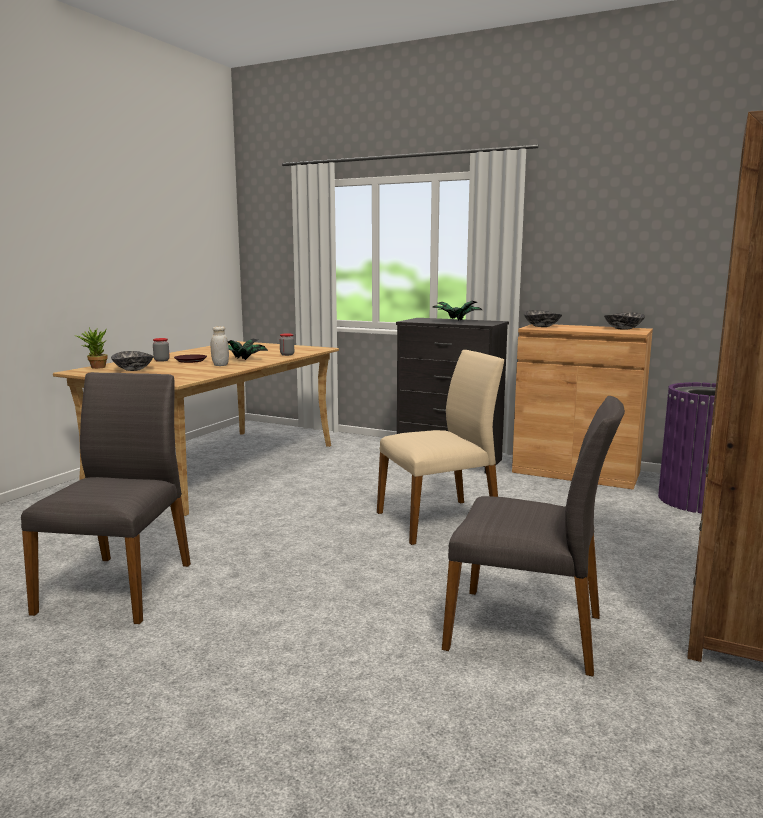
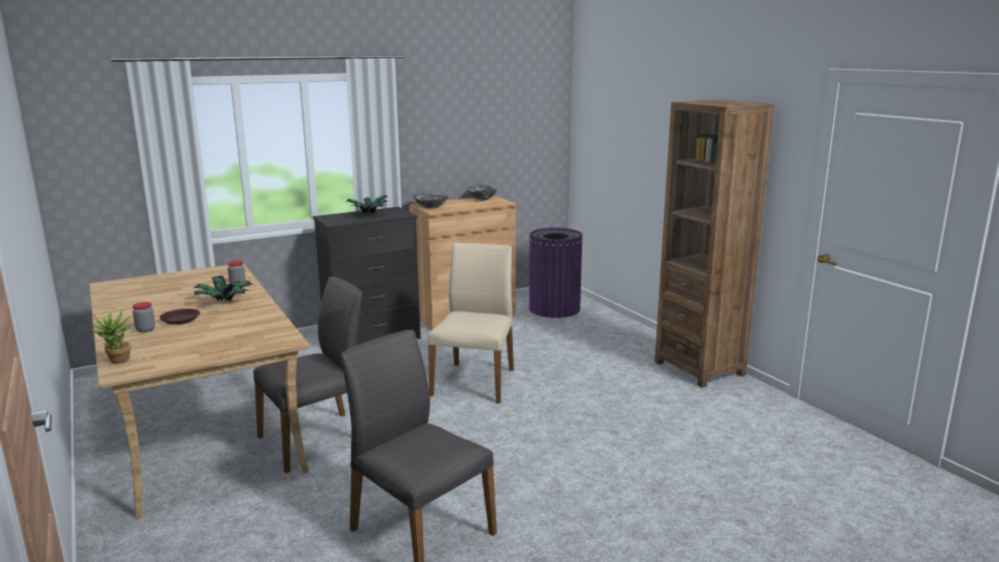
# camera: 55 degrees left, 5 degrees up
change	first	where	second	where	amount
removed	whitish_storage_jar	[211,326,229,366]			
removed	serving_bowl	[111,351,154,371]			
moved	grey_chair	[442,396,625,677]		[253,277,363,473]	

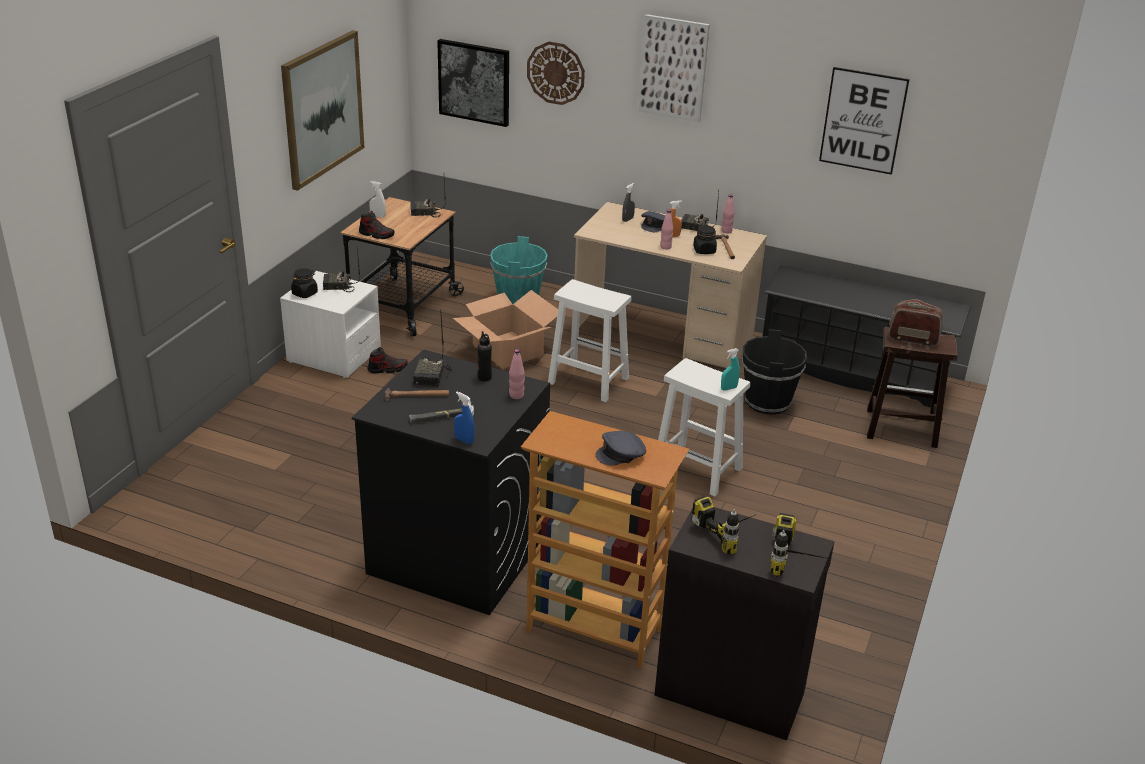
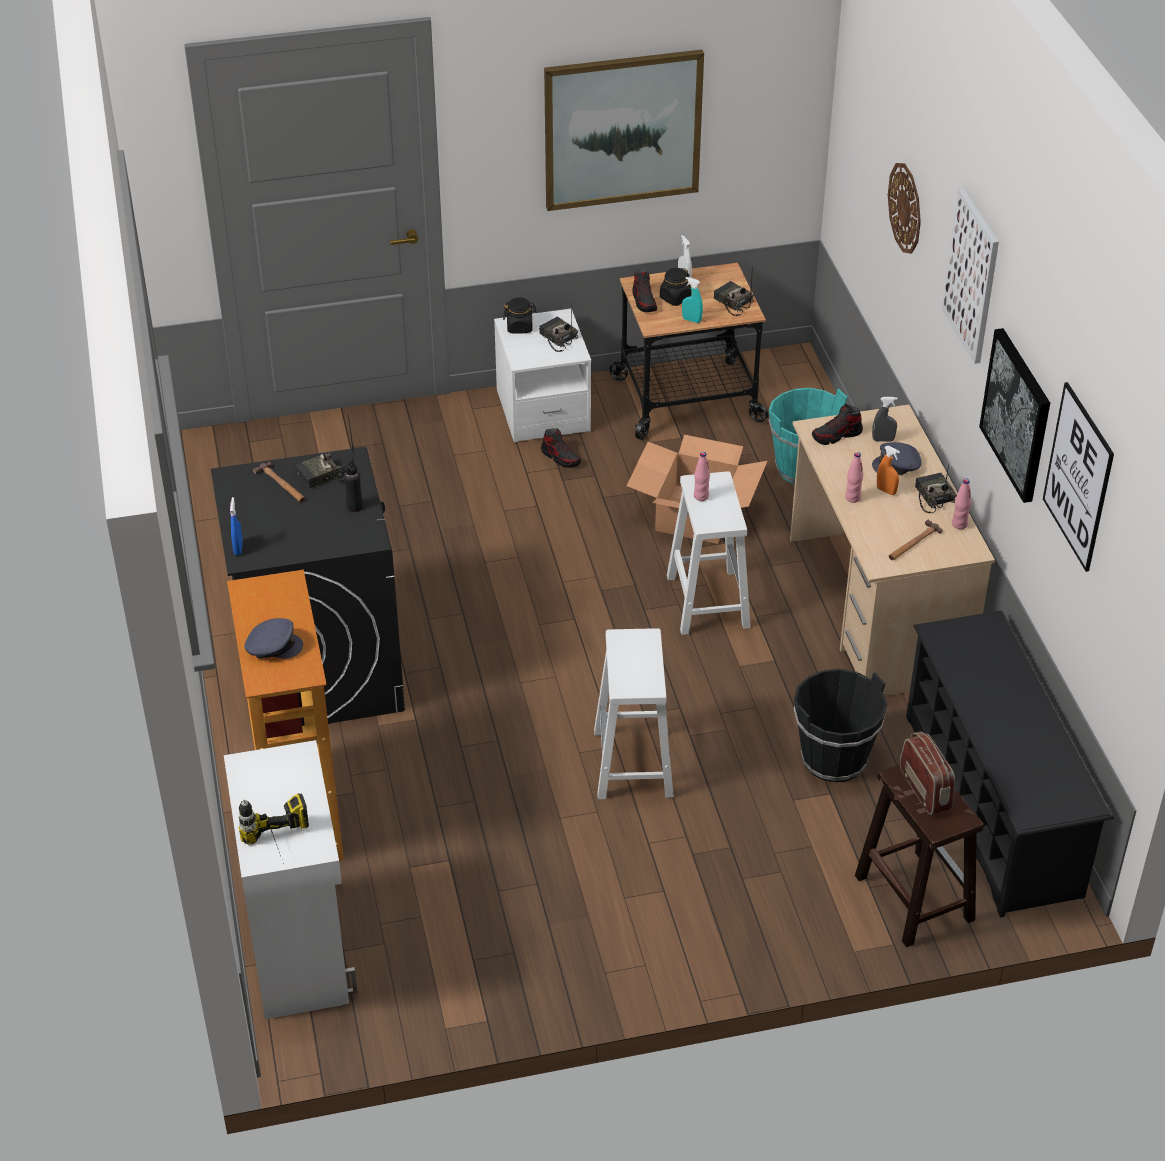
# camera: 55 degrees right, 10 degrees up
change	first	where	second	where	amount
moved	wall_art	[437,39,509,127]		[979,328,1050,503]	
moved	black-coloured_storage_jar	[693,225,717,254]		[660,268,691,306]	
moved	blue-green_spray_bottle	[721,348,740,391]		[682,277,703,323]	
moved	pink-coloured_bottle	[509,349,525,399]		[694,452,710,501]	
removed	tool_hammer	[409,400,474,423]			
turned	grey_peaked_cap	[595,431,646,465]		[244,618,303,659]	150 degrees clockwise
removed	drill	[691,495,755,555]			
recoloured	black-coloured_cupboard	[654,507,835,741]	whitish_cupboard	[224,740,358,1019]	
added			shoe	[812,404,863,445]	

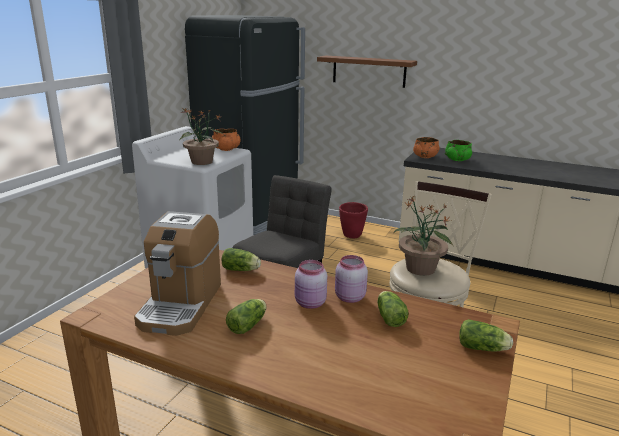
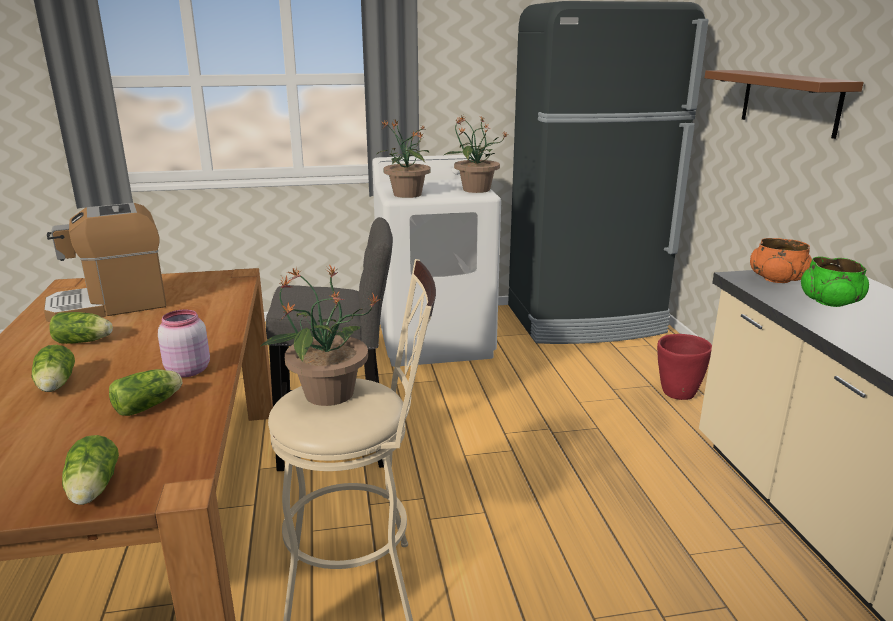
# camera: 55 degrees right, 0 degrees up
change	first	where	second	where	amount
replaced	orange_serving_bowl	[212,129,241,151]	plant_in_a_pot	[443,116,508,193]	
moved	lettuce	[222,248,261,271]		[32,345,75,392]	
removed	pink-coloured_storage_jar	[295,260,327,309]			

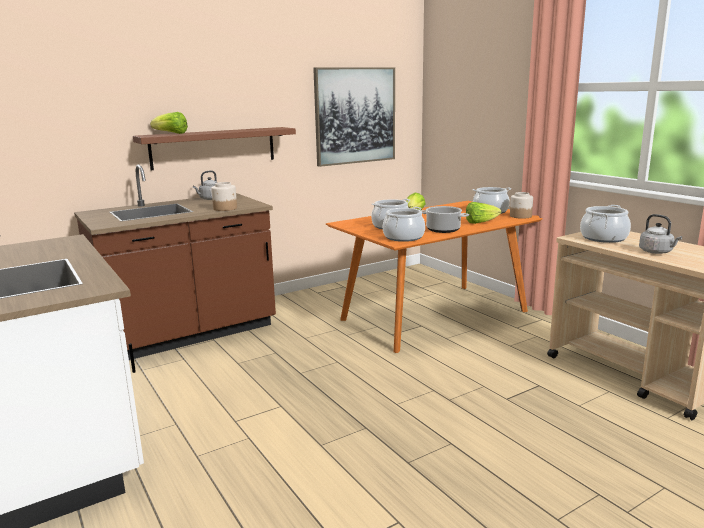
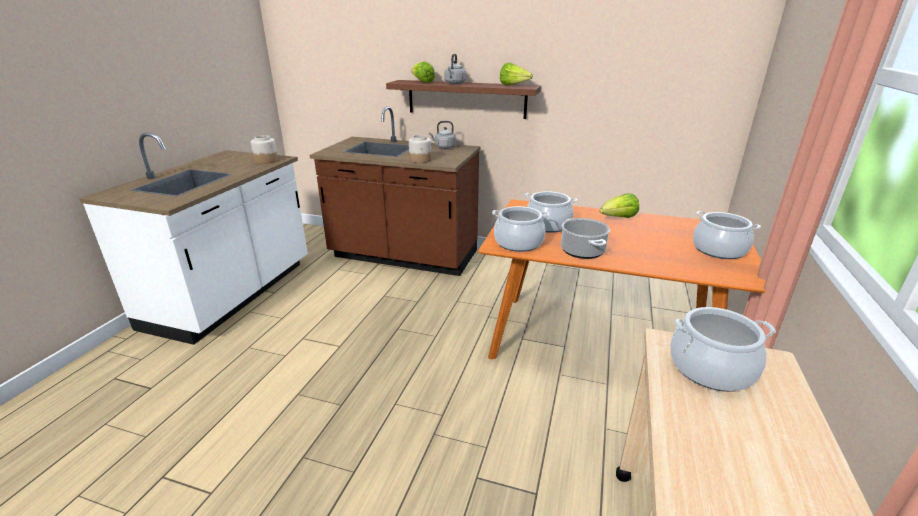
# camera: 50 degrees right, 10 degrees up
change	first	where	second	where	amount
removed	wall_art	[313,67,395,167]			
moved	storage_jar	[510,192,533,219]		[251,135,278,164]	
moved	lettuce	[466,202,501,224]		[500,63,533,85]	
moved	grey_water_kettle	[639,214,682,254]		[444,54,466,84]	

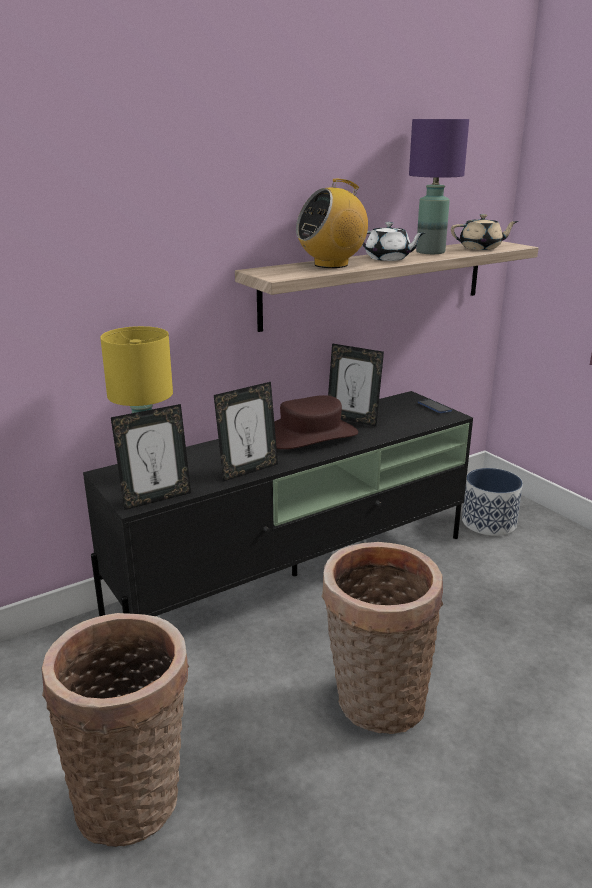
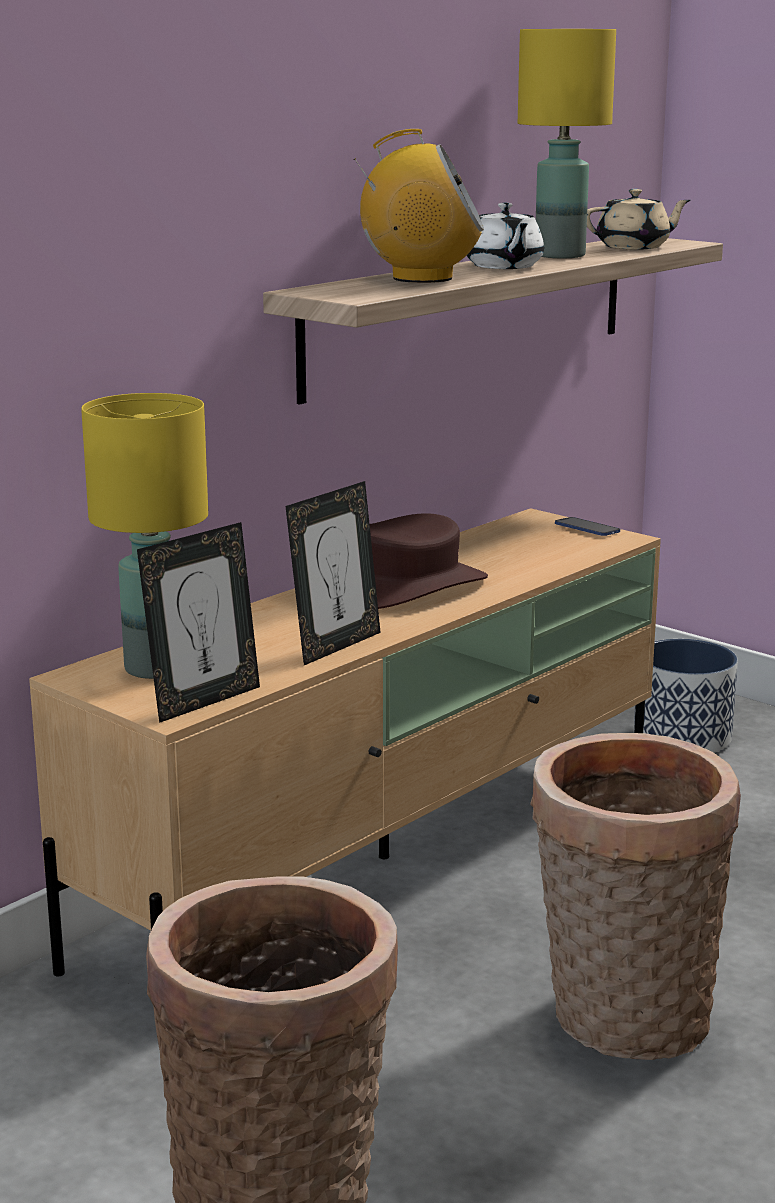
# camera: 15 degrees left, 5 degrees down
change	first	where	second	where	amount
recoloured	purplish_lamp_for_a_table	[409,119,469,254]	yellow-coloured_lamp_for_a_table	[518,29,616,258]	
turned	radio_receiver	[296,179,368,268]		[354,129,484,283]	135 degrees counterclockwise
turned	whitish_tea_pot	[362,222,425,261]		[466,203,544,269]	60 degrees clockwise
removed	photo_frame	[328,343,384,427]			
recoloured	black-coloured_media_console	[83,391,473,616]	beige-coloured_media_console	[29,508,661,977]	

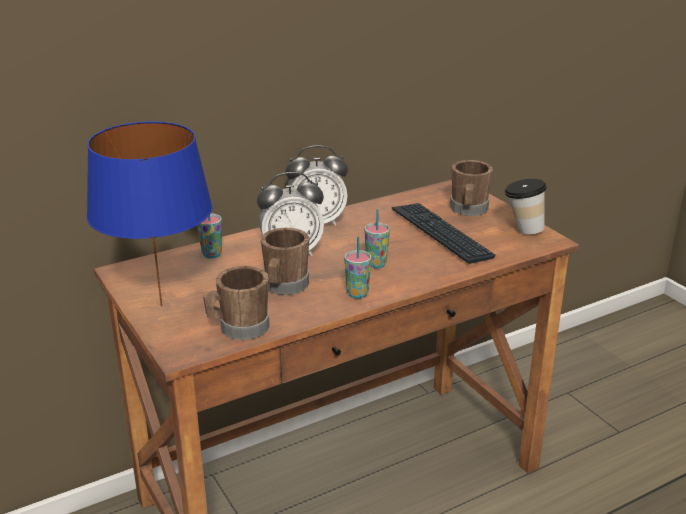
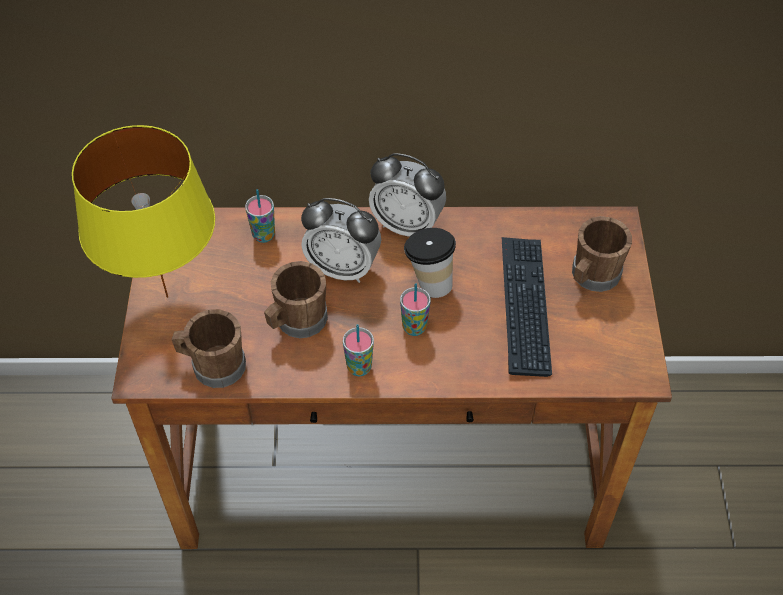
# camera: 30 degrees right, 25 degrees up
change	first	where	second	where	amount
recoloured	bluish_lamp_for_a_table	[86,121,213,306]	yellow-coloured_lamp_for_a_table	[72,125,215,298]	
moved	small_cup	[504,179,547,235]		[404,228,456,298]	

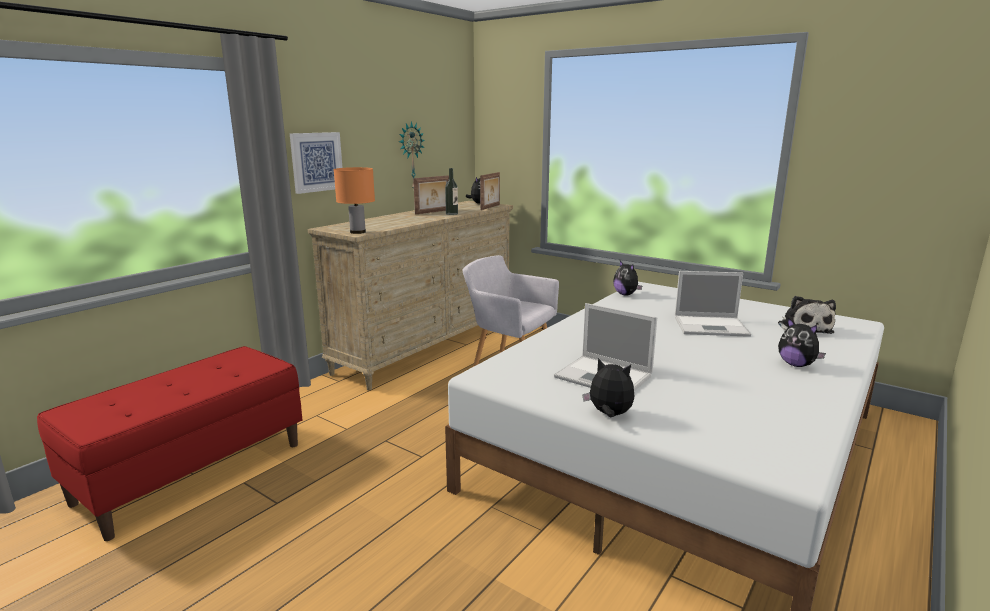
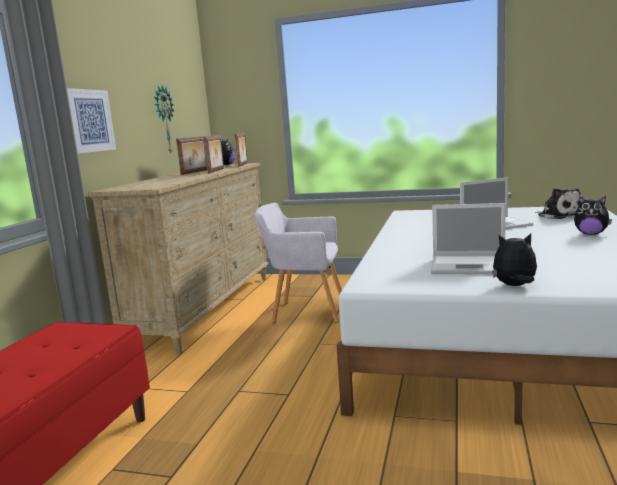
# camera: 20 degrees left, 5 degrees down
change	first	where	second	where	amount
removed	orange_lamp_for_a_table	[334,167,375,234]			
replaced	bottle	[445,168,458,215]	photo_frame	[204,135,224,173]	
removed	soft_toy	[613,261,642,296]			

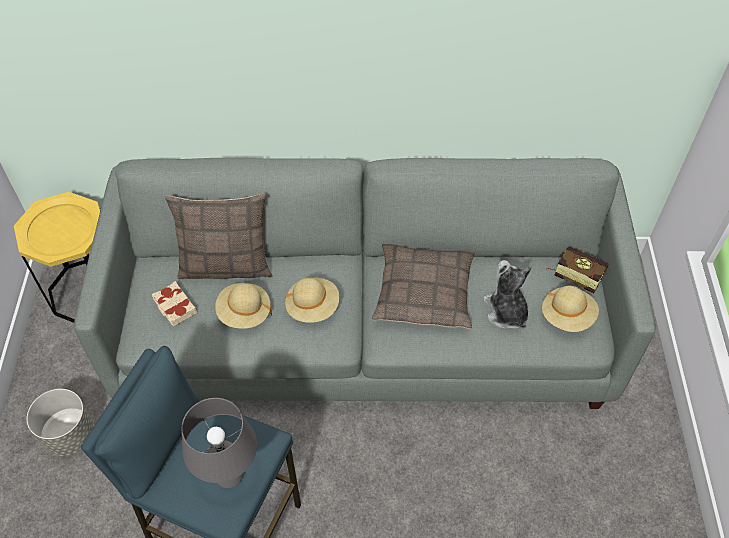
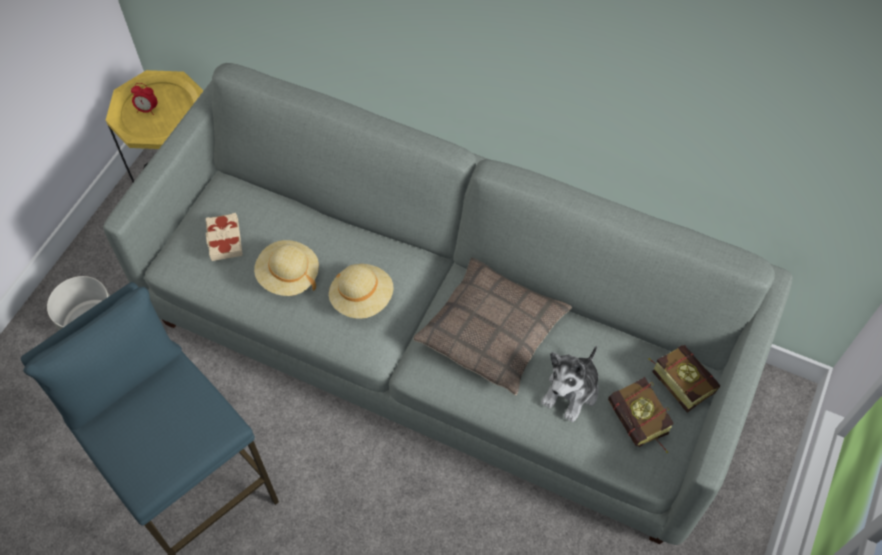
# camera: 25 degrees right, 5 degrees up
change	first	where	second	where	amount
removed	cushion	[165,194,272,279]			
turned	soft_toy	[483,260,532,330]		[541,345,599,422]	150 degrees counterclockwise
replaced	beige-coloured_clothing_hat	[542,286,599,332]	volume	[608,377,674,453]	
removed	grey_lamp_for_a_table	[181,398,257,488]			
added			bedside_clock	[131,83,157,115]	

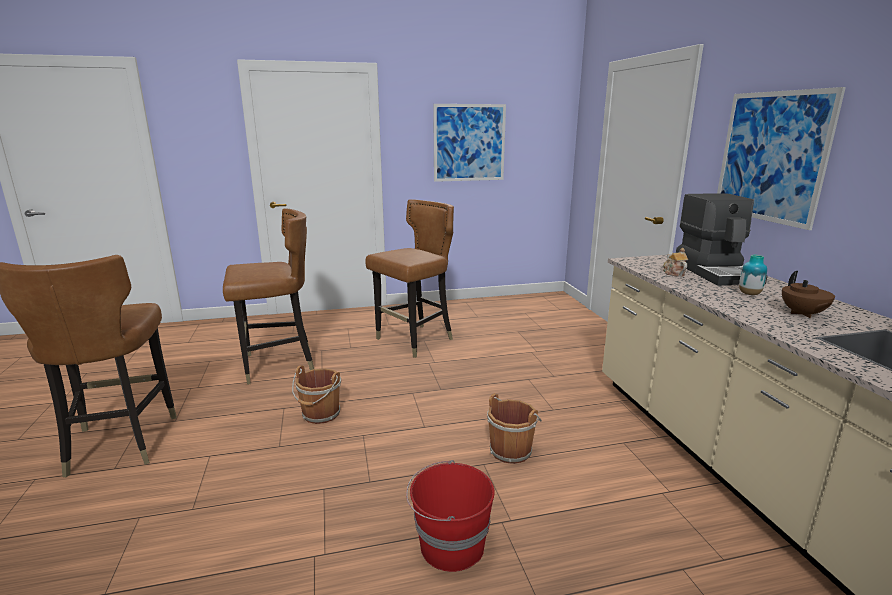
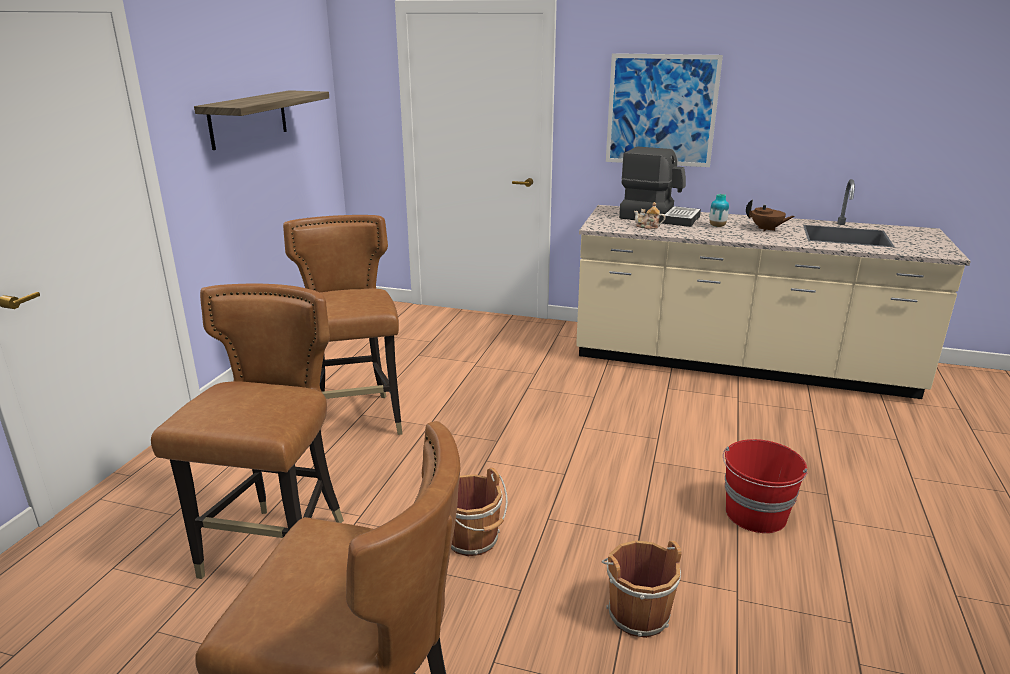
# camera: 60 degrees left, 5 degrees up
change	first	where	second	where	amount
replaced	wall_art	[433,104,506,182]	bracket_shelf	[194,90,329,150]	
moved	brown-coloured_pail	[487,393,542,464]		[601,540,682,638]	

